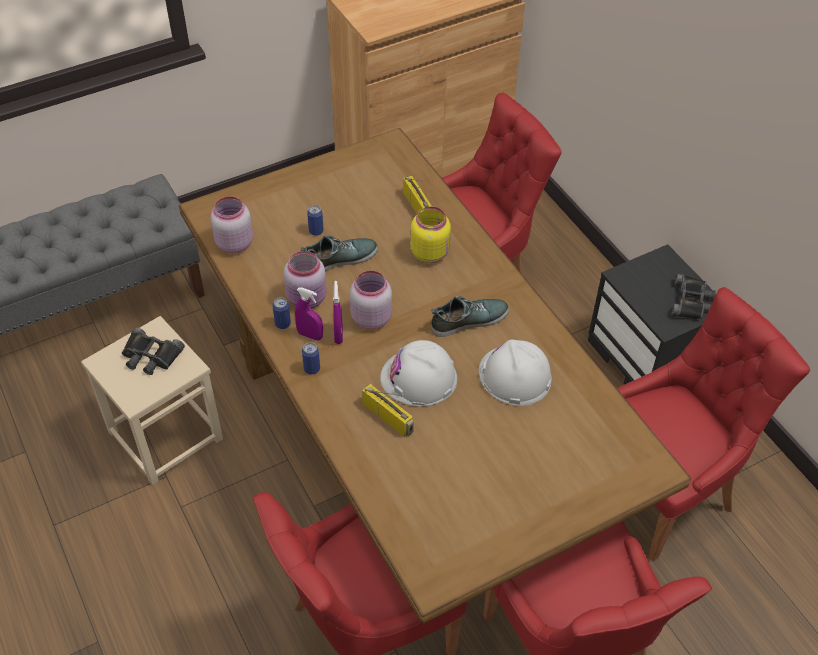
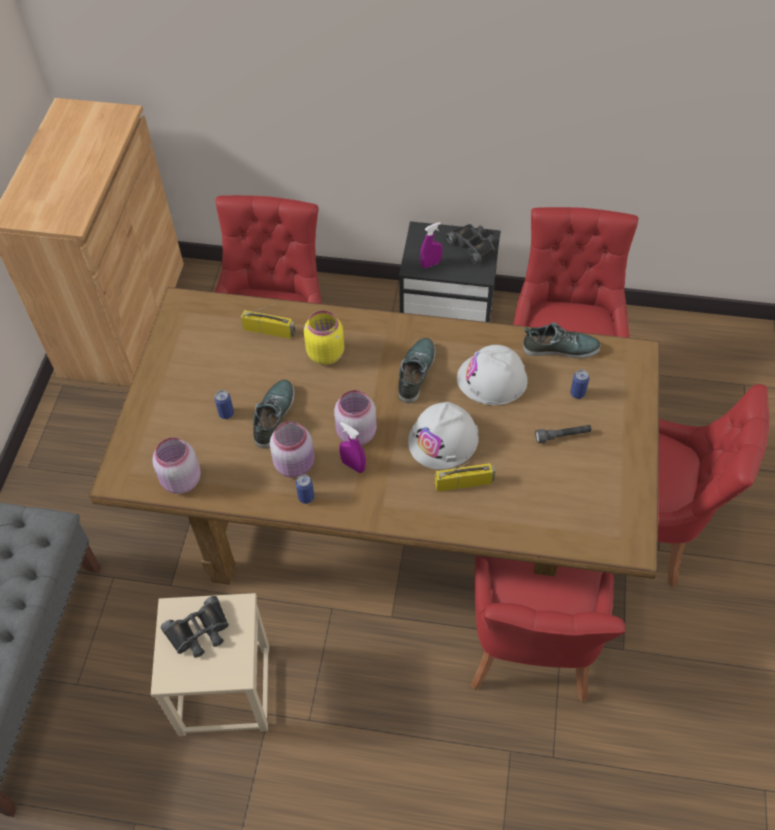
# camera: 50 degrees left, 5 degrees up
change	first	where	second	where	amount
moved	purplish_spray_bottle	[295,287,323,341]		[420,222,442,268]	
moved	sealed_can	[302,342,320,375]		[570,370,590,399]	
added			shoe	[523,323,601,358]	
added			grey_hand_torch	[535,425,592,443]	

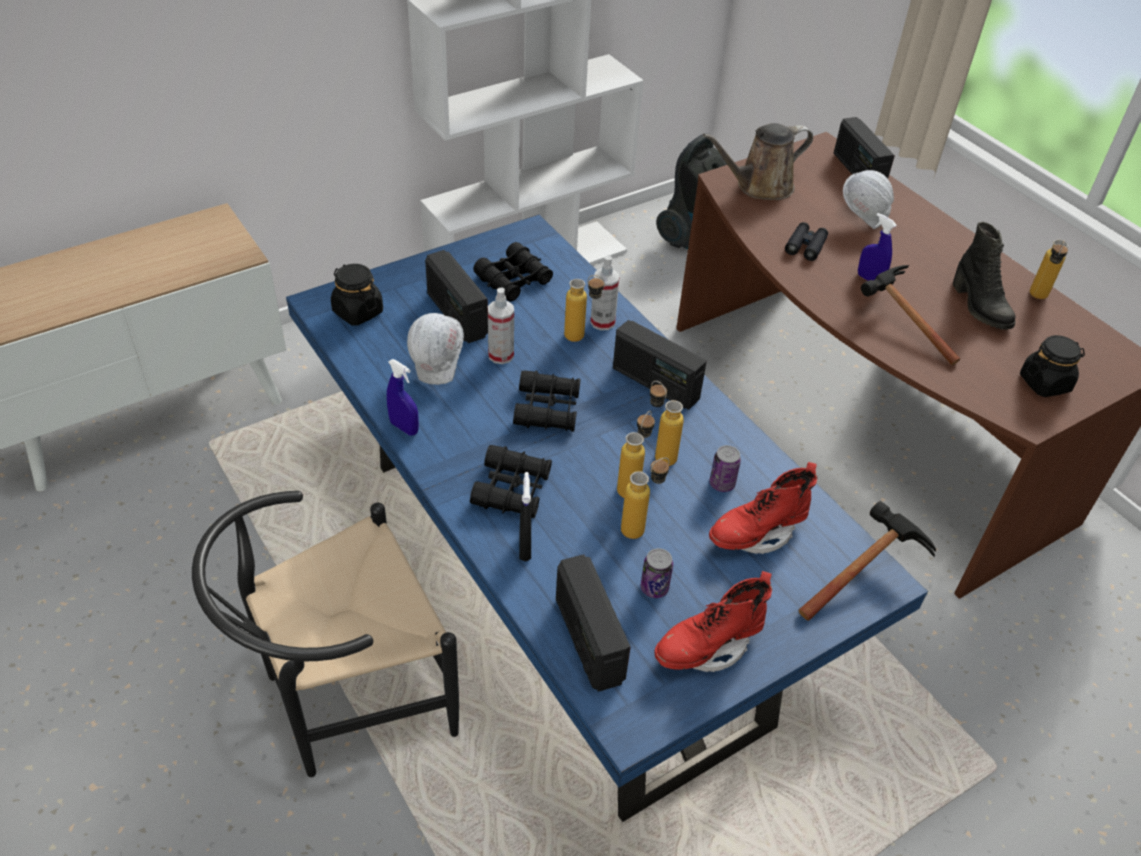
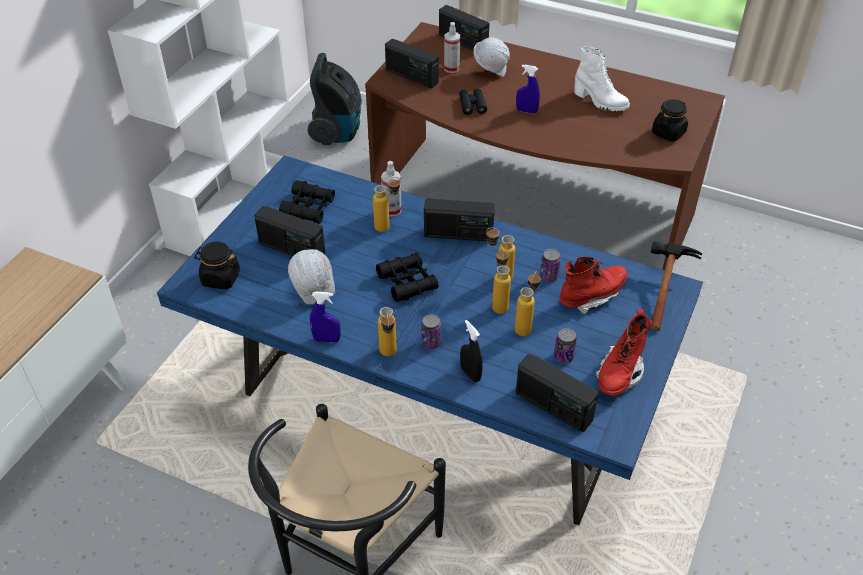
# camera: 30 degrees left, 0 degrees up
change	first	where	second	where	amount
replaced	brown-coloured_sprinkling_can	[703,123,813,200]	radio_receiver	[385,39,439,89]	
recoloured	black-coloured_high-top_boot	[953,222,1016,330]	whitish_high-top_boot	[574,46,630,111]	
moved	bottle	[1030,240,1068,299]		[378,307,397,356]	
removed	tool_hammer	[861,265,960,365]			
moved	spray_bottle	[488,288,514,364]		[444,22,460,73]	
replaced	black-coloured_binoculars	[470,445,552,518]	sealed_can	[421,314,441,349]	
turned	red-coloured_high-top_boot	[709,462,817,554]		[559,256,628,314]	150 degrees counterclockwise

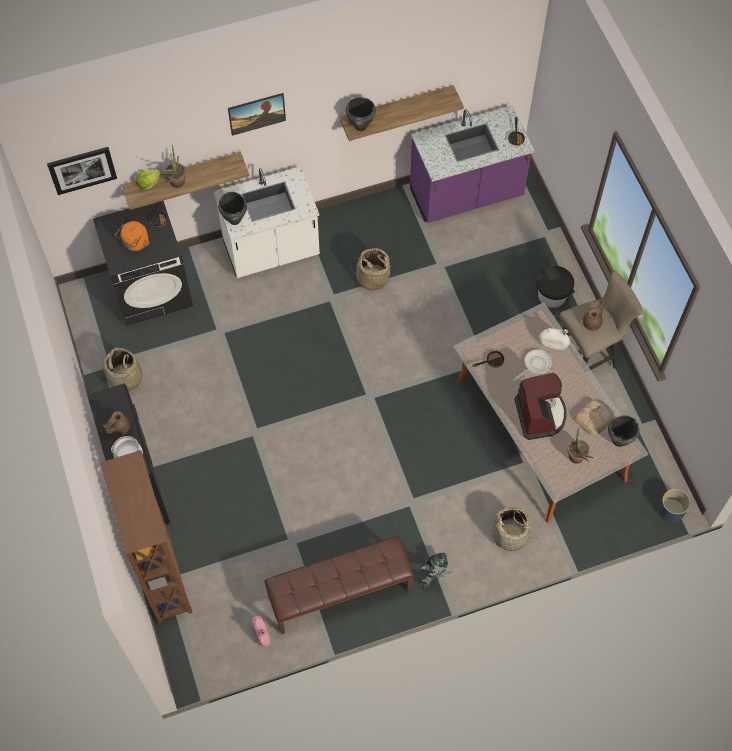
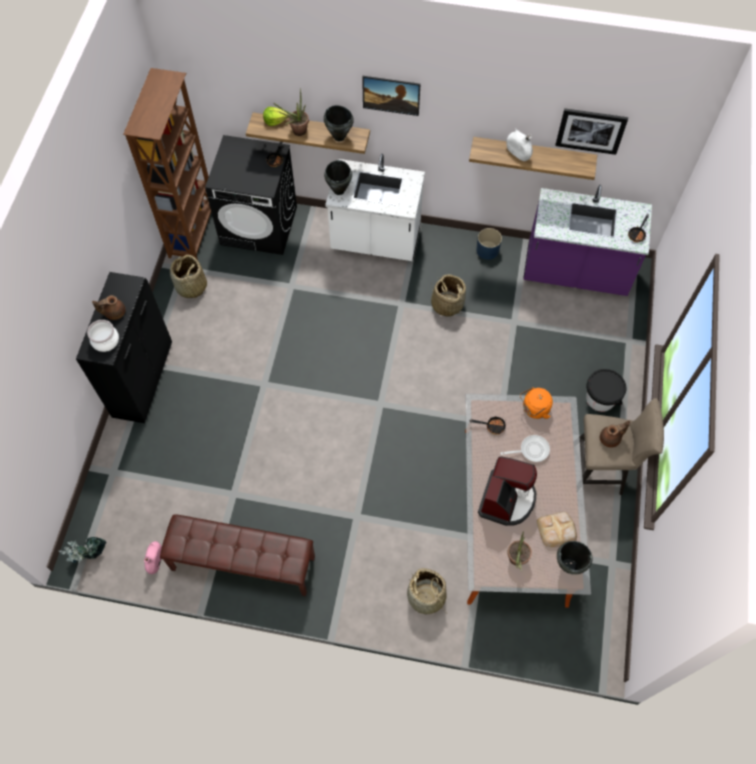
# camera: 30 degrees right, 0 degrees up
change	first	where	second	where	amount
moved	black-coloured_stockpot	[346,97,376,131]		[324,105,354,141]	
moved	wall_art	[47,147,117,195]		[555,108,628,155]	
moved	orange_water_kettle	[115,221,149,251]		[520,387,553,419]	
moved	whitish_decorative_vase	[539,328,570,350]		[506,128,533,161]	
moved	brown-coloured_shelving_unit	[100,450,193,624]		[123,68,211,260]	
moved	bluish_flower_pot	[658,489,690,523]		[476,228,502,260]	
moved	plant_in_a_pot	[421,553,452,588]		[59,537,106,563]	

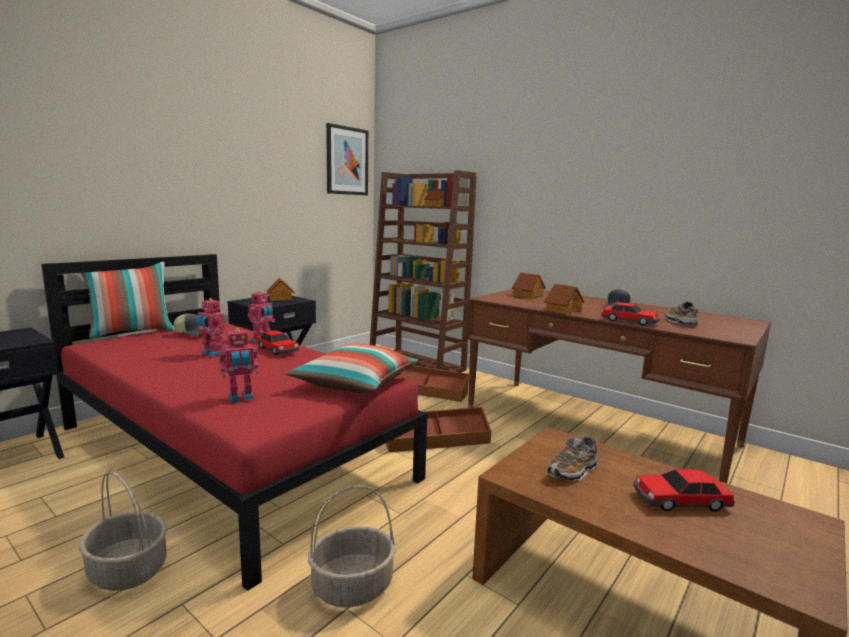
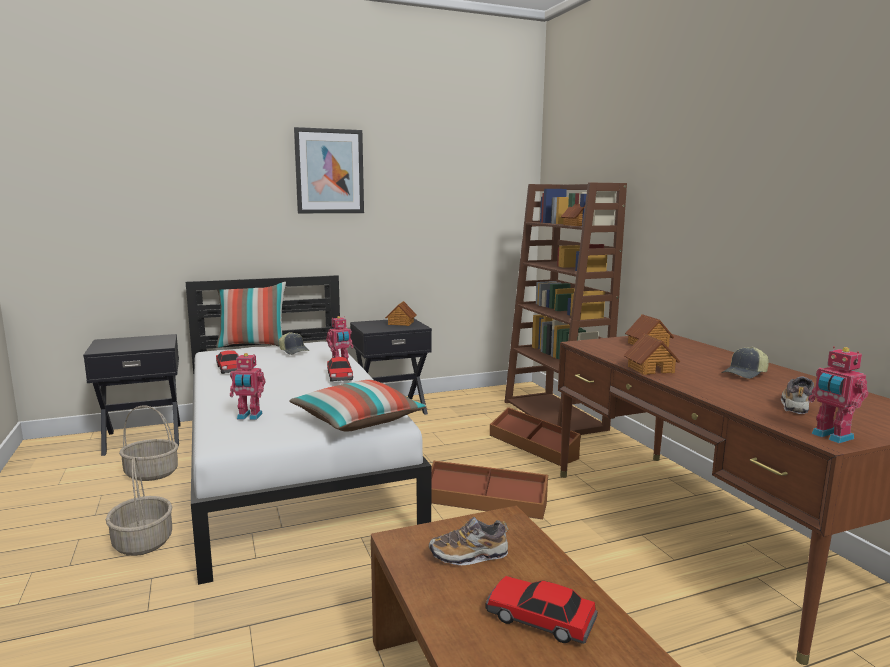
# camera: 30 degrees right, 0 degrees up
change	first	where	second	where	amount
moved	wall_art	[326,123,368,195]		[294,127,364,213]	
recoloured	red-coloured_sleeping_bed	[41,254,427,591]	whitish_sleeping_bed	[186,275,431,585]	
moved	toy_robot	[197,298,225,357]		[808,346,869,443]	
moved	toy_car	[601,302,660,326]		[216,350,239,374]	
moved	storage_basket	[308,485,396,608]		[119,405,178,481]	

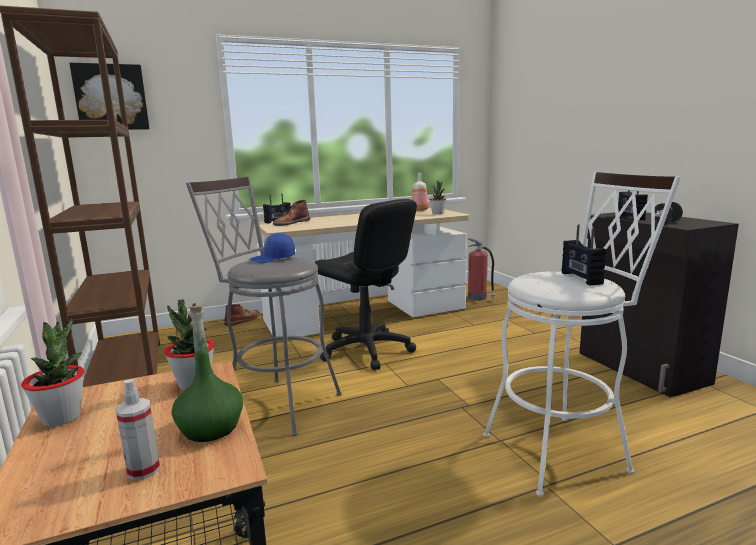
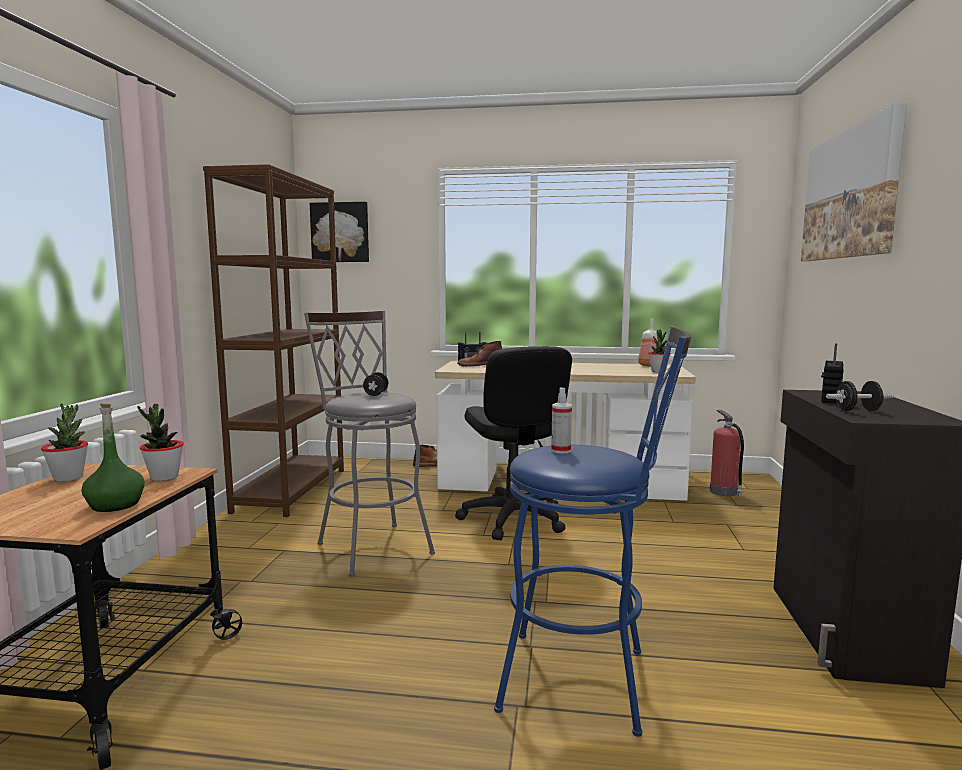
# camera: 30 degrees right, 5 degrees down
change	first	where	second	where	amount
recoloured	whitish_sitting_stool	[483,172,681,497]	bluish_sitting_stool	[494,326,692,737]	
removed	radio_receiver	[562,224,606,285]			
replaced	bluish_peaked_cap	[249,233,295,263]	black-coloured_dumbbell	[363,372,388,396]	
moved	spray_bottle	[116,379,160,480]		[551,387,572,454]	
added			wall_art	[801,103,907,261]	

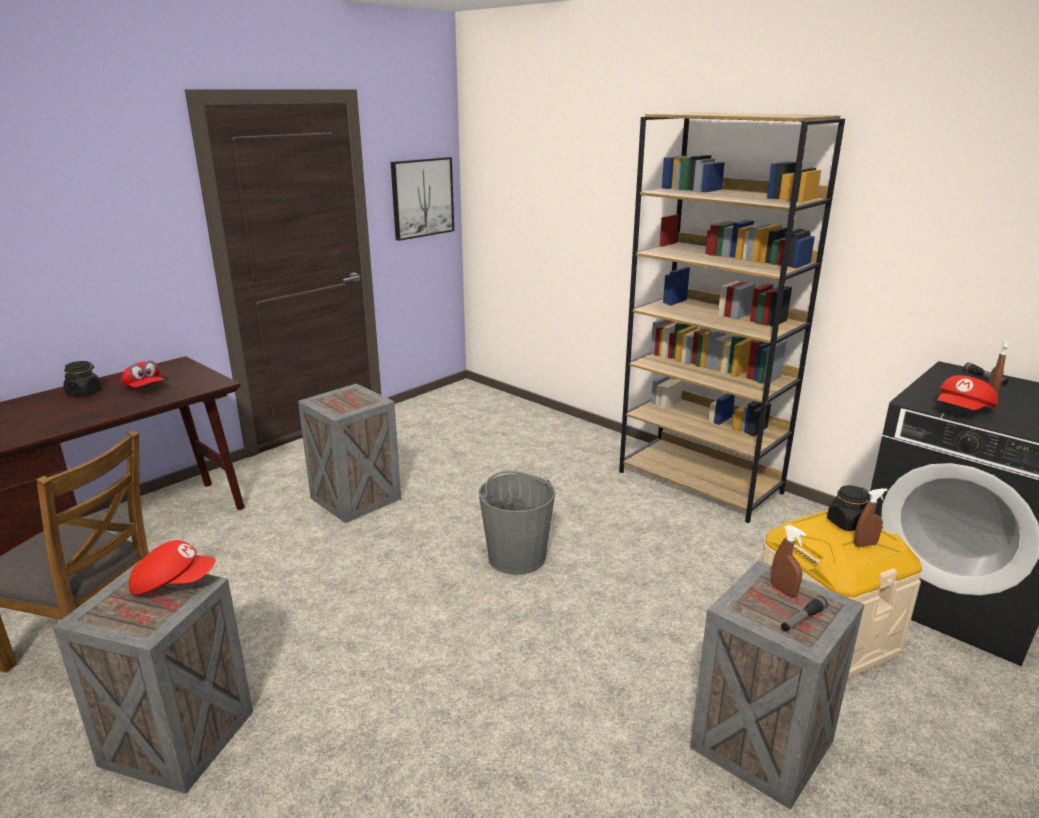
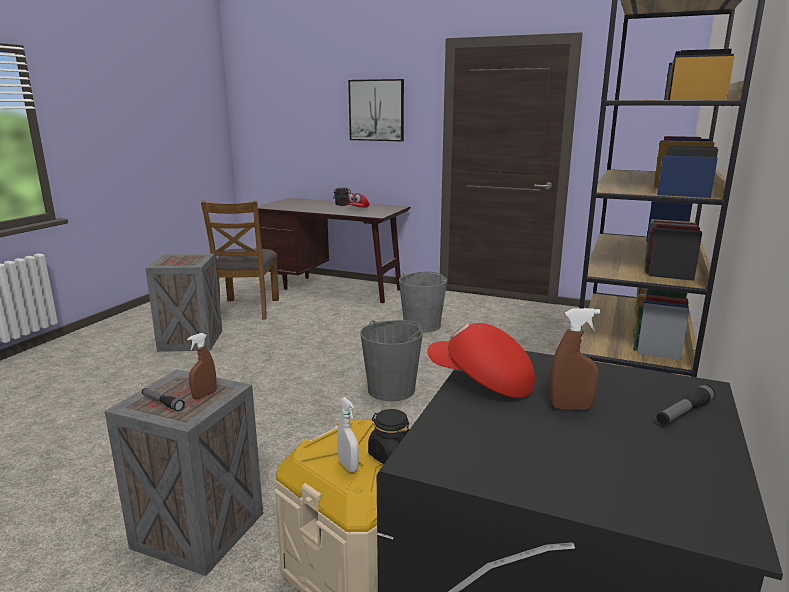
# camera: 70 degrees right, 5 degrees down
change	first	where	second	where	amount
moved	wall_art	[391,157,454,241]		[348,79,404,141]	
replaced	crate	[298,383,401,523]	grey_pail	[399,271,447,333]	
recoloured	brown-coloured_spray_bottle	[854,488,887,547]	whitish_spray_bottle	[337,397,359,472]	
removed	red-coloured_peaked_cap	[129,540,215,595]			

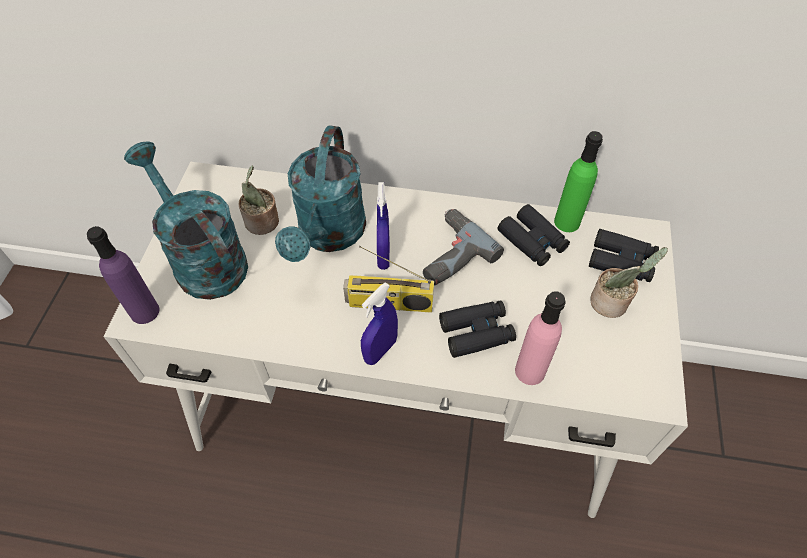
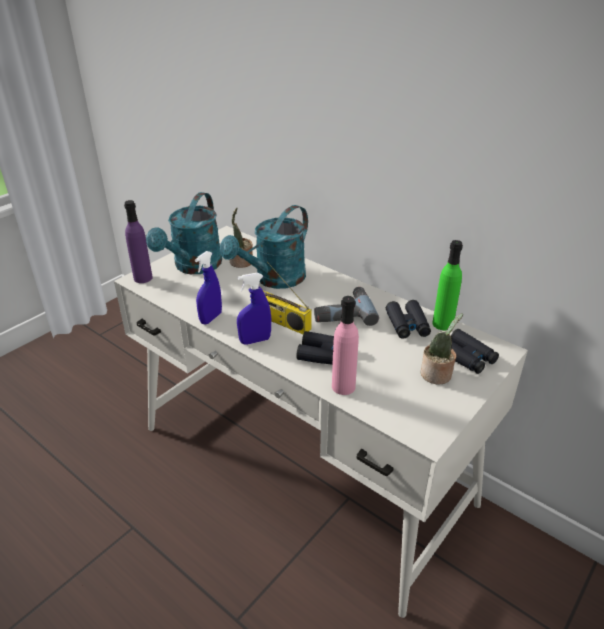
# camera: 30 degrees right, 20 degrees down
change	first	where	second	where	amount
turned	blue-green_sprinkling_can	[124,141,248,300]		[146,192,222,274]	150 degrees counterclockwise
moved	bluish_spray_bottle	[377,182,390,270]		[195,251,222,324]	

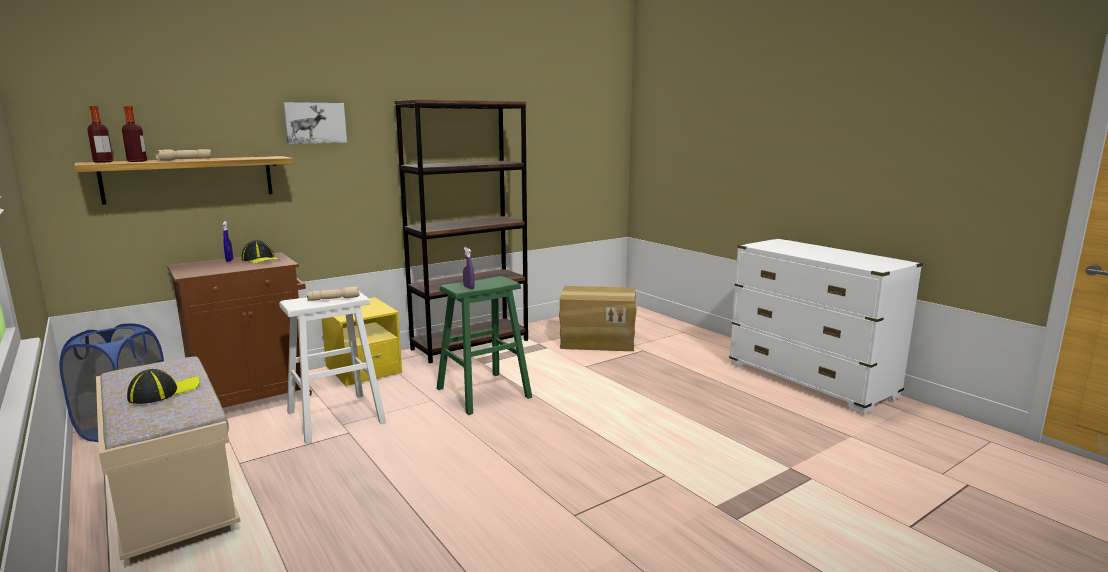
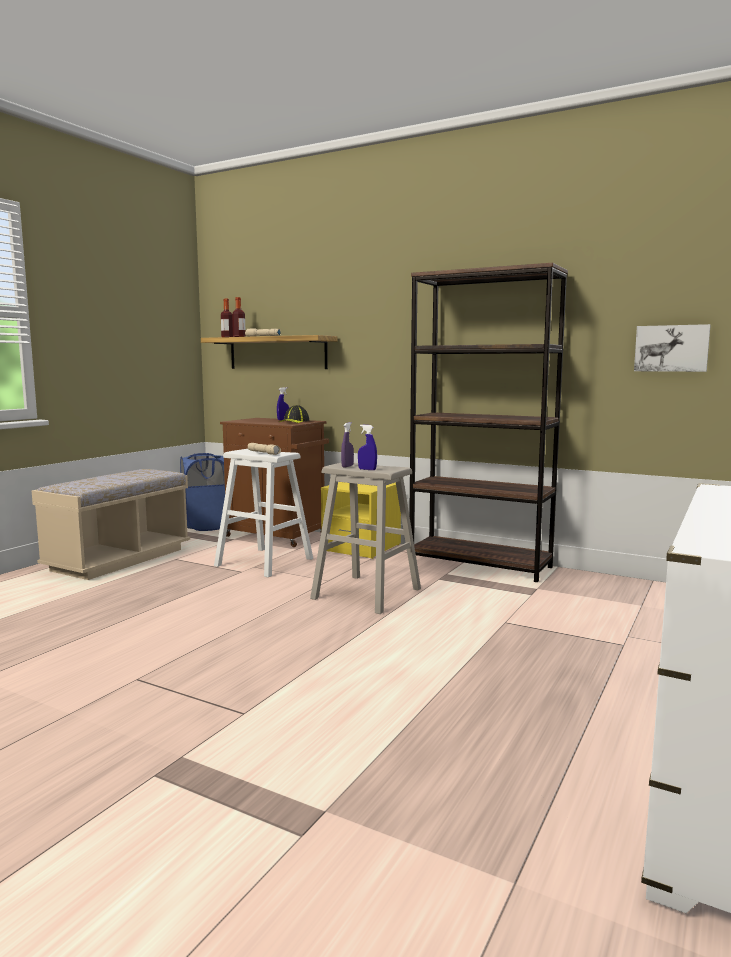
# camera: 65 degrees right, 5 degrees down
change	first	where	second	where	amount
moved	wall_art	[283,102,347,144]		[634,324,711,372]	
recoloured	green_sitting_stool	[437,276,532,415]	beige-coloured_sitting_stool	[310,463,421,614]	
removed	cardboard_box	[559,286,637,351]			
removed	peaked_cap	[127,369,200,404]			
added			bluish_spray_bottle	[358,425,377,470]	

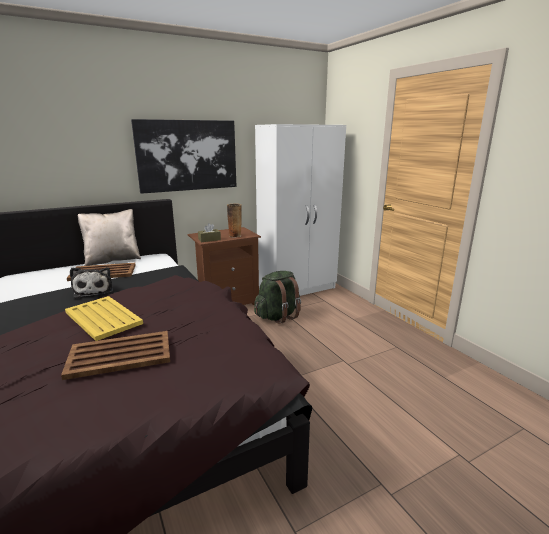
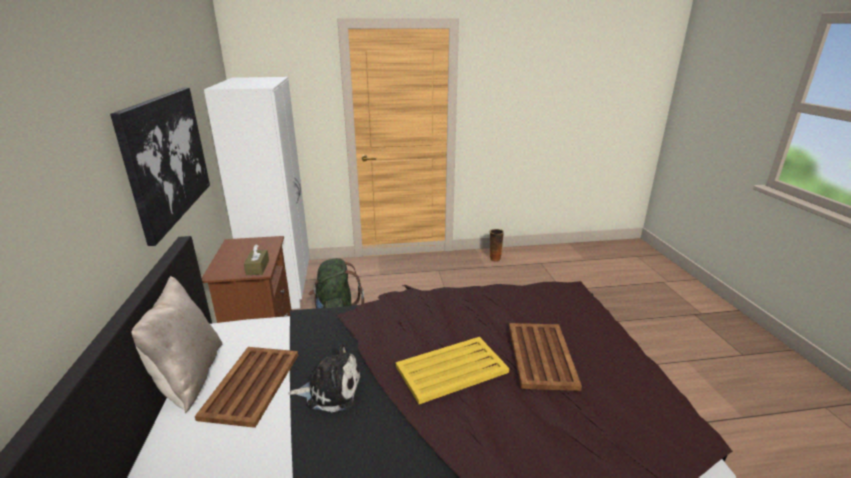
# camera: 70 degrees left, 5 degrees up
change	first	where	second	where	amount
moved	decorative_vase	[227,204,242,237]		[490,229,504,262]	

